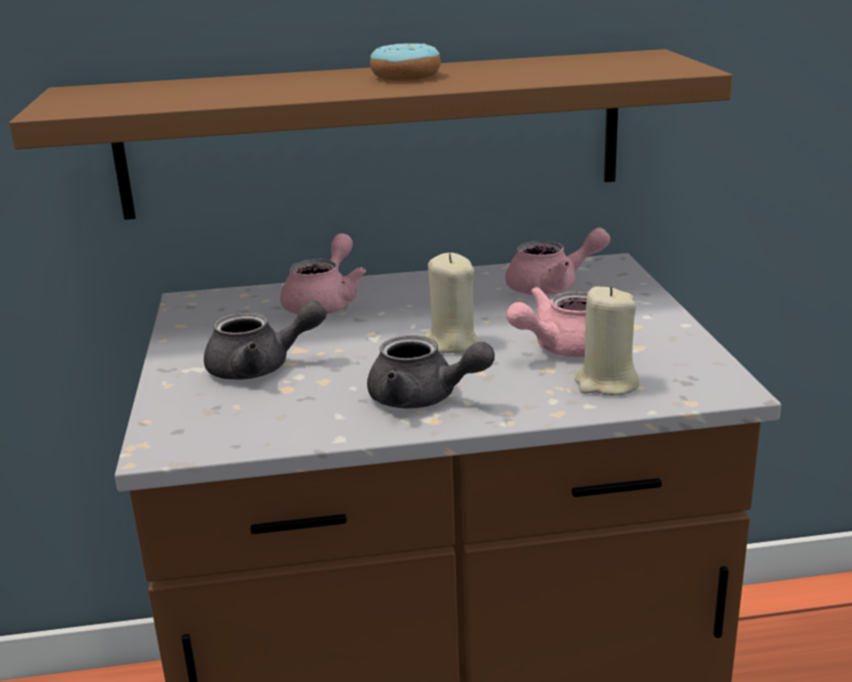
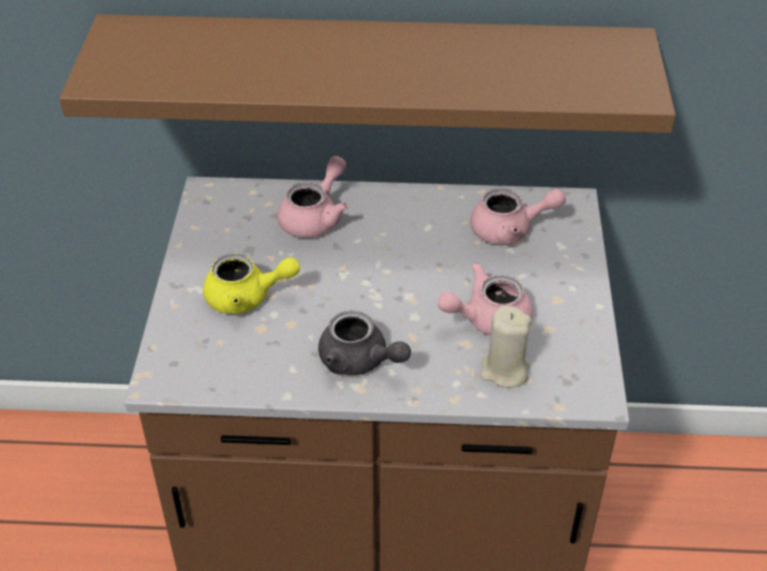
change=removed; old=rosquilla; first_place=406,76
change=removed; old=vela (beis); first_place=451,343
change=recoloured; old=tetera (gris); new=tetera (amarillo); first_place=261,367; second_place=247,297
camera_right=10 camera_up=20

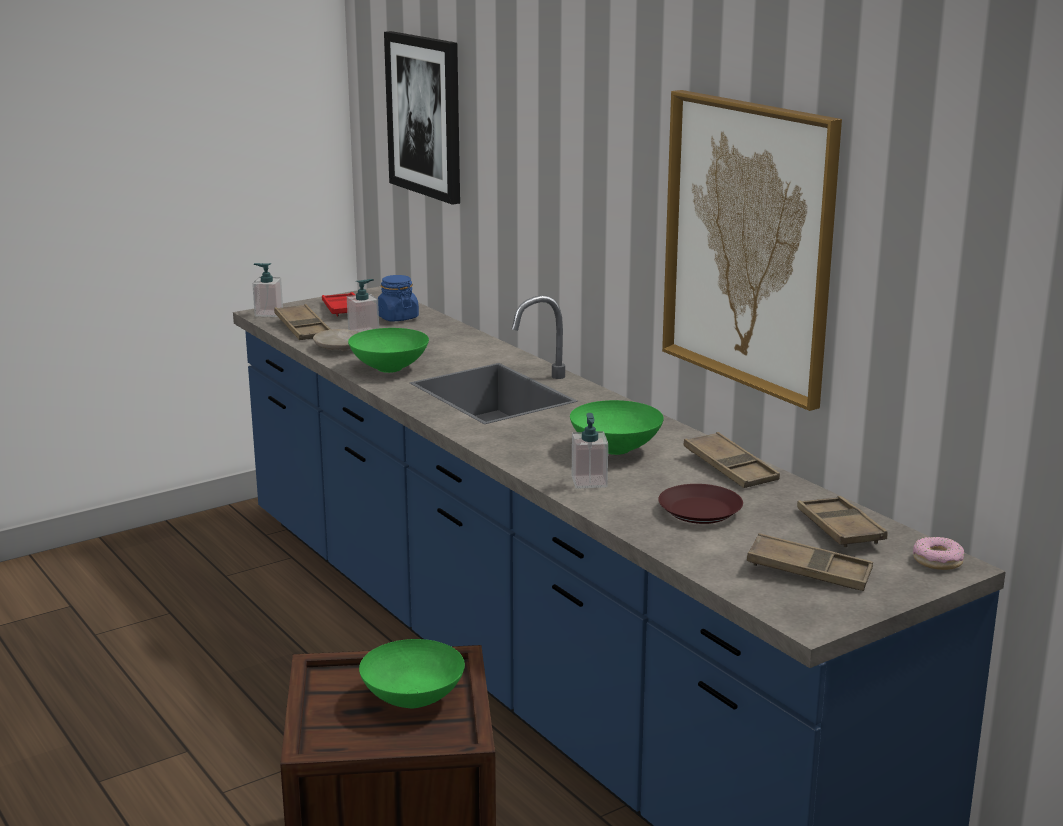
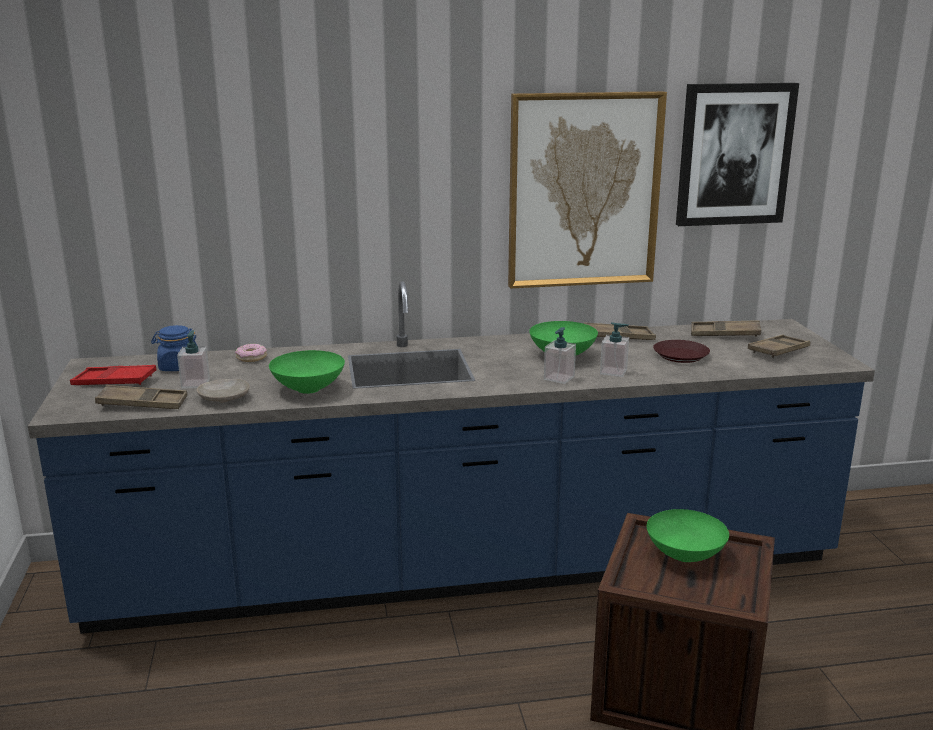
change=moved; old=dispensador de jabón; first_place=268,313; second_place=559,378
change=moved; old=cuadro; first_place=425,116; second_place=734,154
change=moved; old=rosquilla; first_place=937,561; second_place=251,357
camera_right=-65 camera_up=0

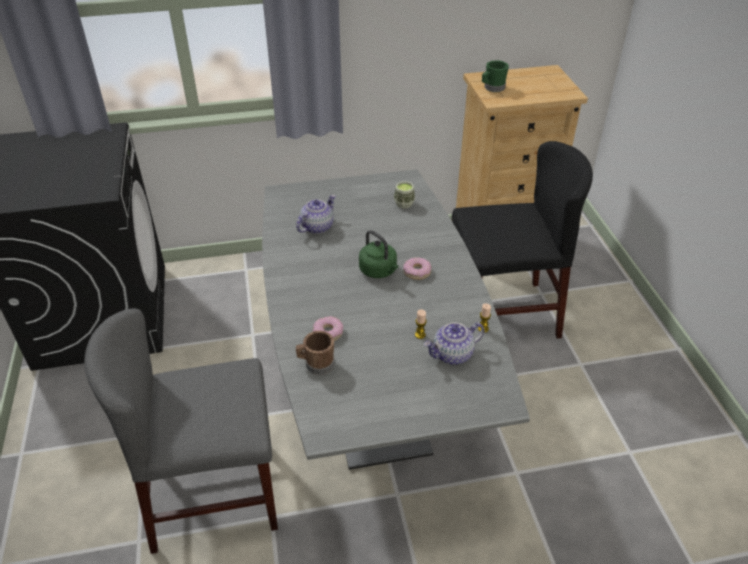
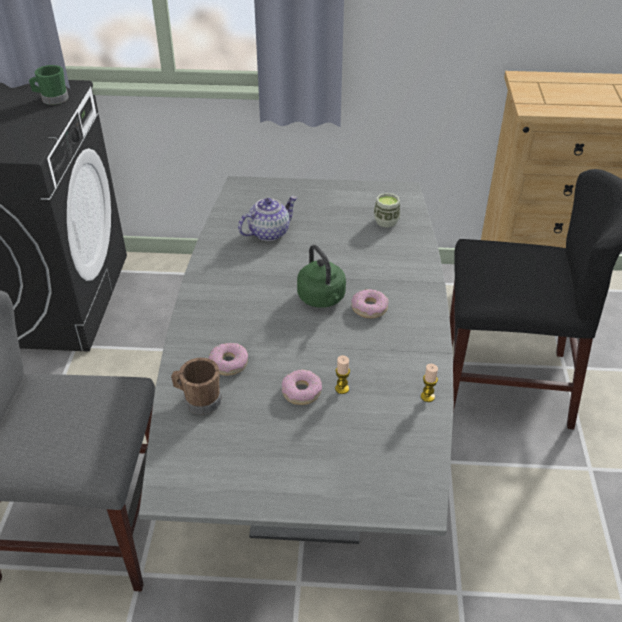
change=removed; old=tetera; first_place=452,355
change=added; new=rosquilla; second_place=301,391
change=moved; old=taza grande (verde); first_place=492,88; second_place=52,99
camera_right=15 camera_up=0

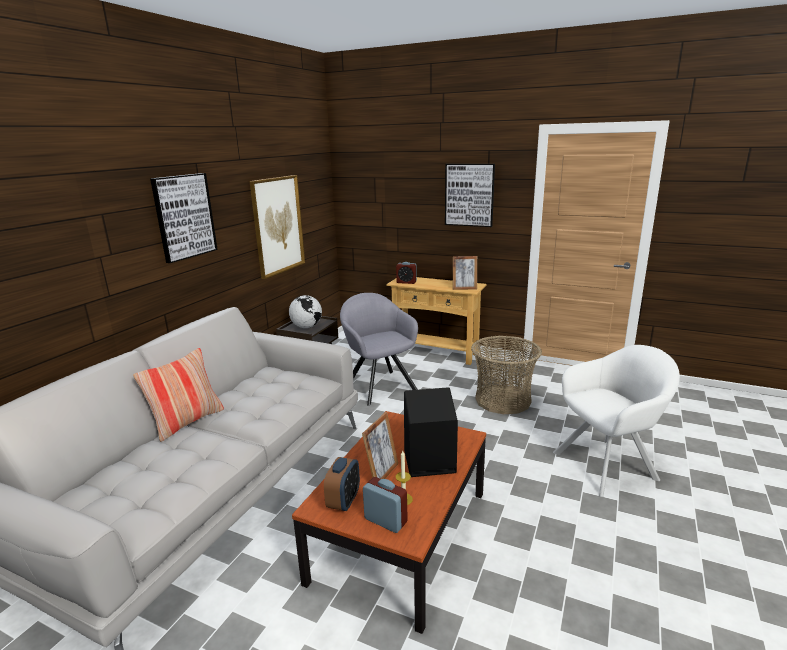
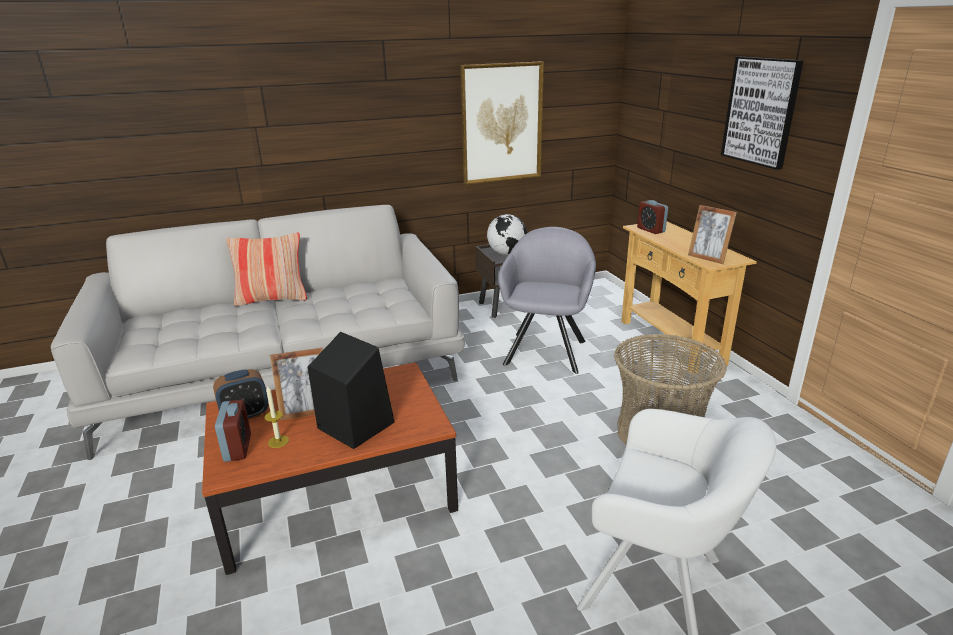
change=removed; old=cuadro; first_place=184,216
camera_right=45 camera_up=5

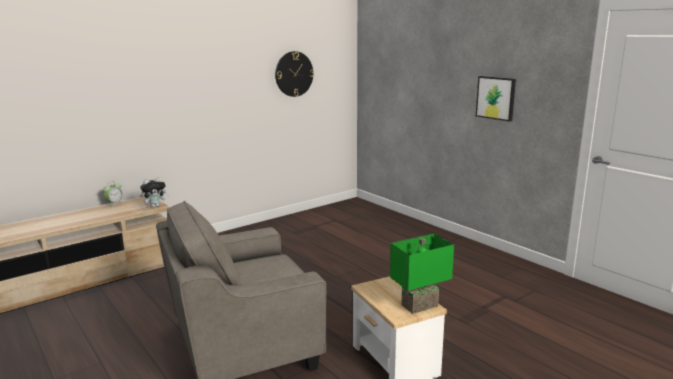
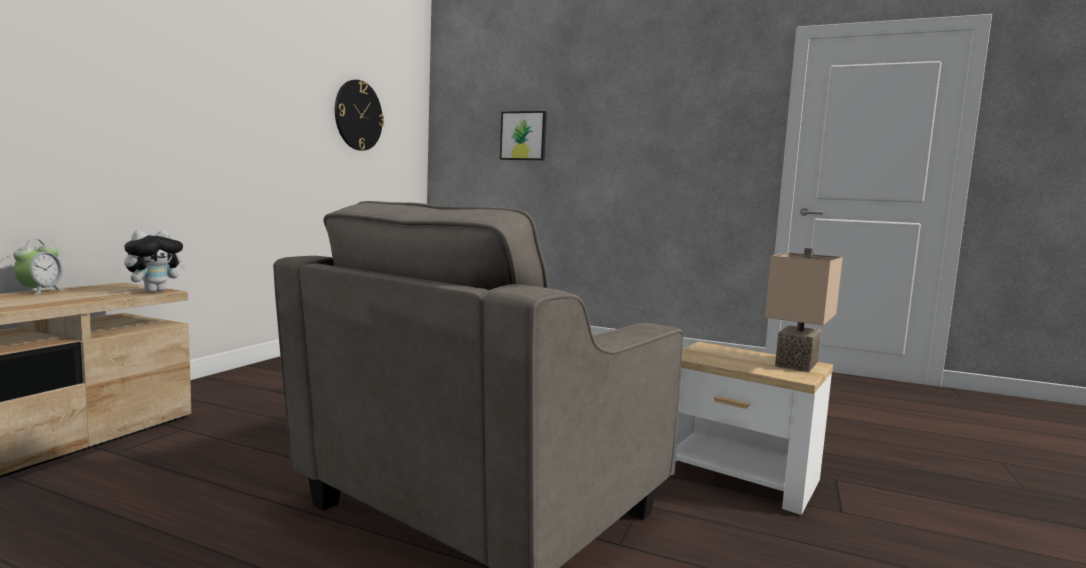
change=moved; old=cuadro; first_place=496,98; second_place=523,136
change=recoloured; old=lámpara de mesa (verde); new=lámpara de mesa (beis); first_place=419,305; second_place=793,363
camera_right=-30 camera_up=-10

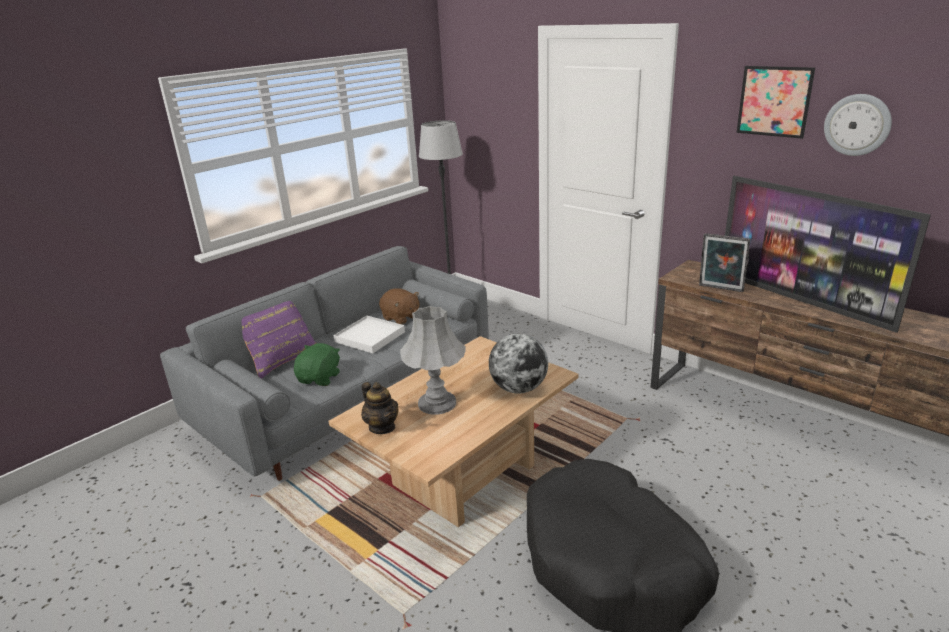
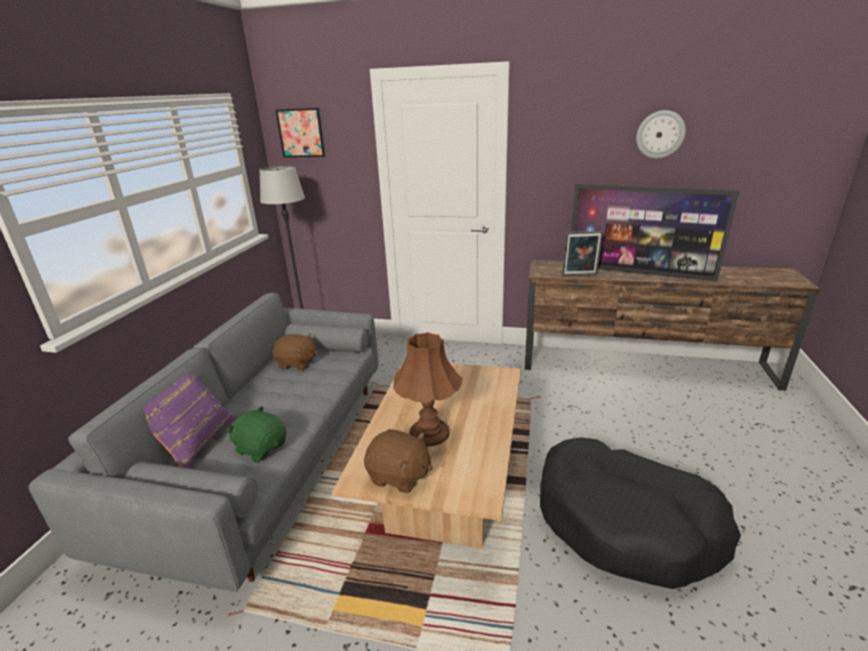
change=removed; old=bandeja (blanco); first_place=369,337
change=removed; old=globo terráqueo; first_place=518,388
change=moved; old=cuadro; first_place=774,101; second_place=301,133
change=replaced; old=tetera; new=peluche (marrón); first_place=382,427; second_place=399,476
change=recoloured; old=lámpara de mesa (gris); new=lámpara de mesa (marrón); first_place=437,403; second_place=430,433
change=turned; old=peluche (verde); first_place=320,378; second_place=261,448; degrees=-45
camera_right=-30 camera_up=0

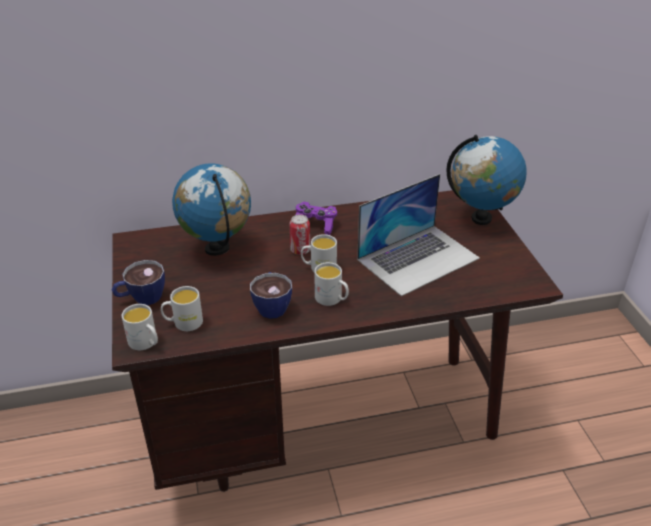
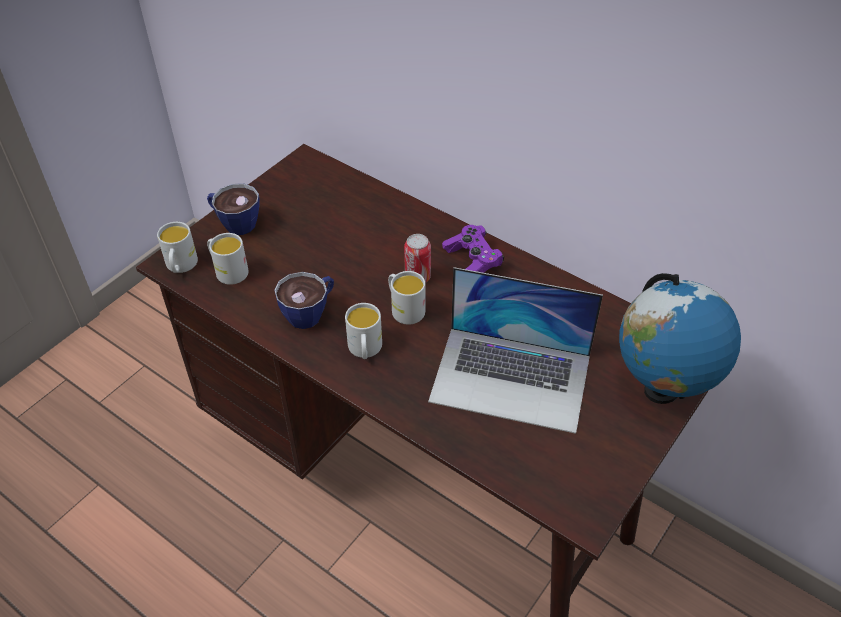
change=removed; old=globo terráqueo; first_place=217,249
camera_right=50 camera_up=10

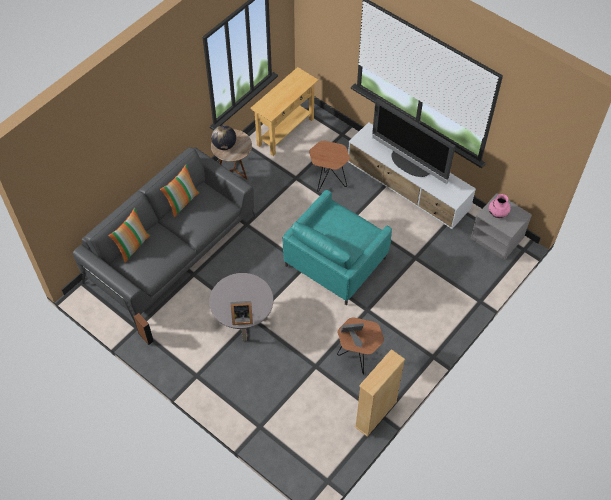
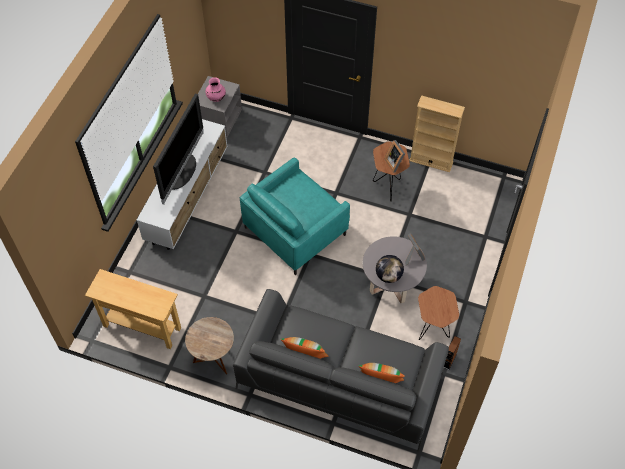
change=moved; old=globo terráqueo; first_place=224,145; second_place=388,276
change=moved; old=mesa auxiliar (marrón); first_place=328,183; second_place=432,331
change=turned; old=sillón (turquesa); first_place=335,262; second_place=295,231; degrees=120
camera_right=-110 camera_up=0

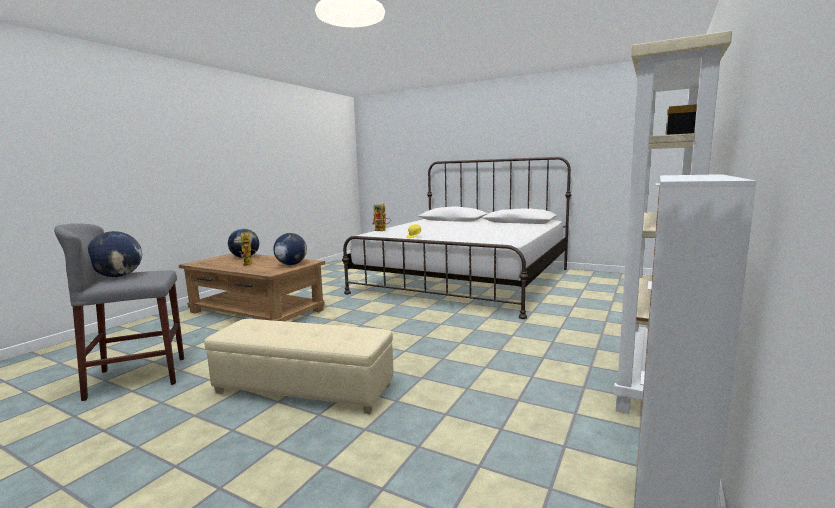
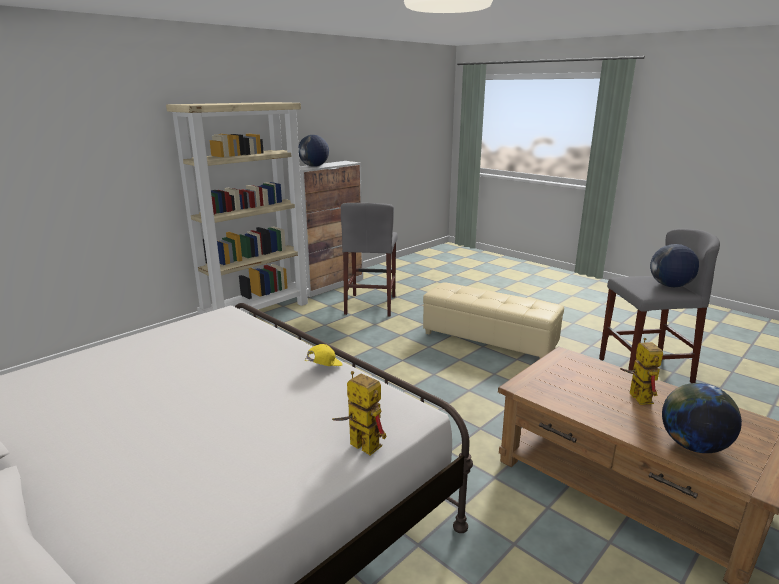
change=added; new=taburete (gris); second_place=370,305
change=moved; old=globo terráqueo; first_place=291,264; second_place=314,166
camera_right=-165 camera_up=10

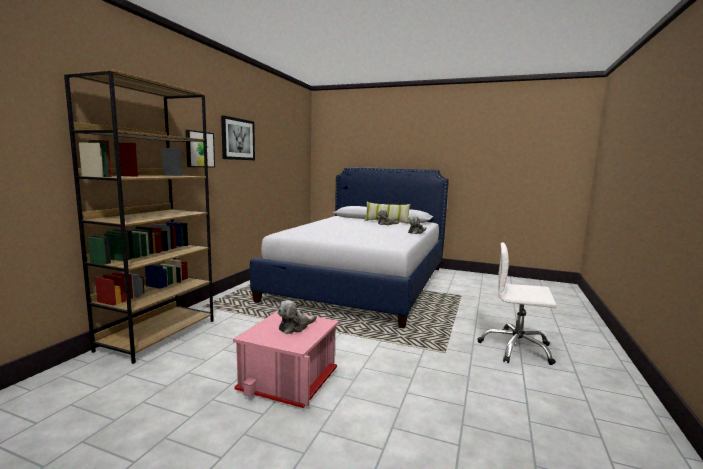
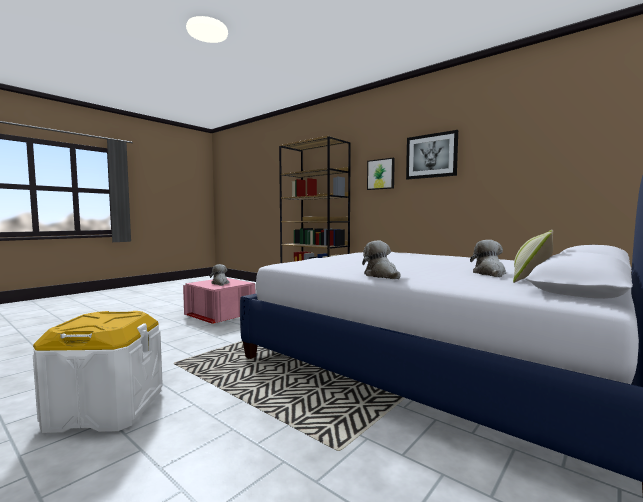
change=replaced; old=silla de oficina (blanco); new=caja de almacenaje (blanco); first_place=516,348; second_place=106,409
camera_right=110 camera_up=-5

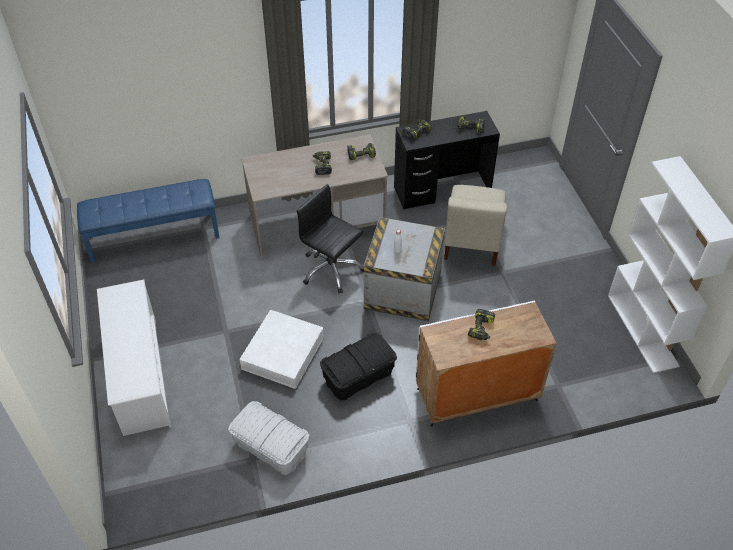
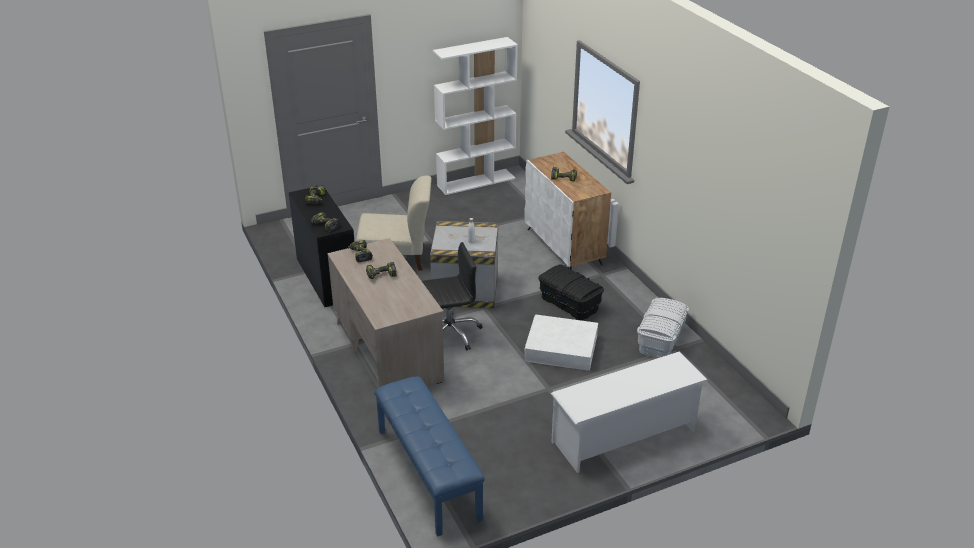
change=turned; old=silla de oficina (negro); first_place=331,269; second_place=450,333; degrees=-135
camera_right=-100 camera_up=-15

